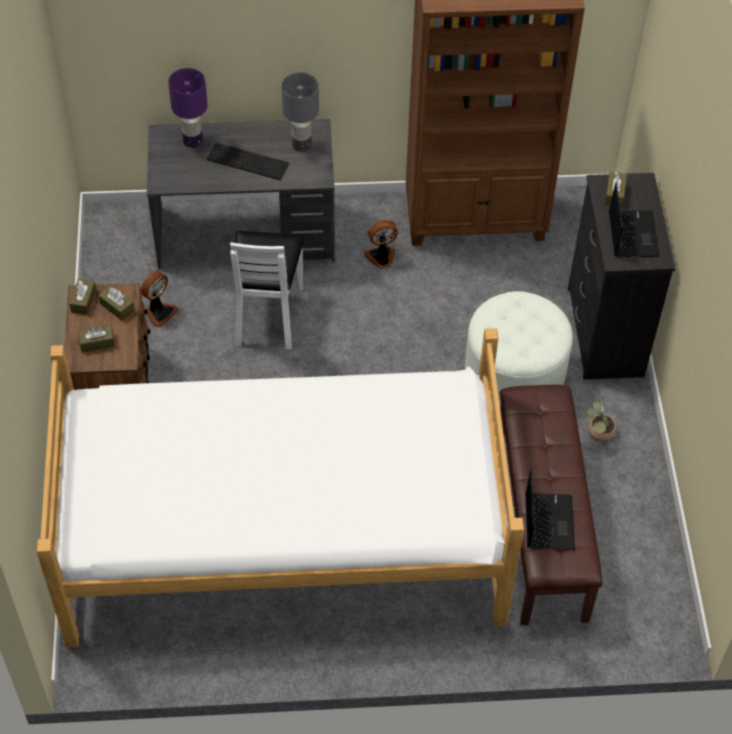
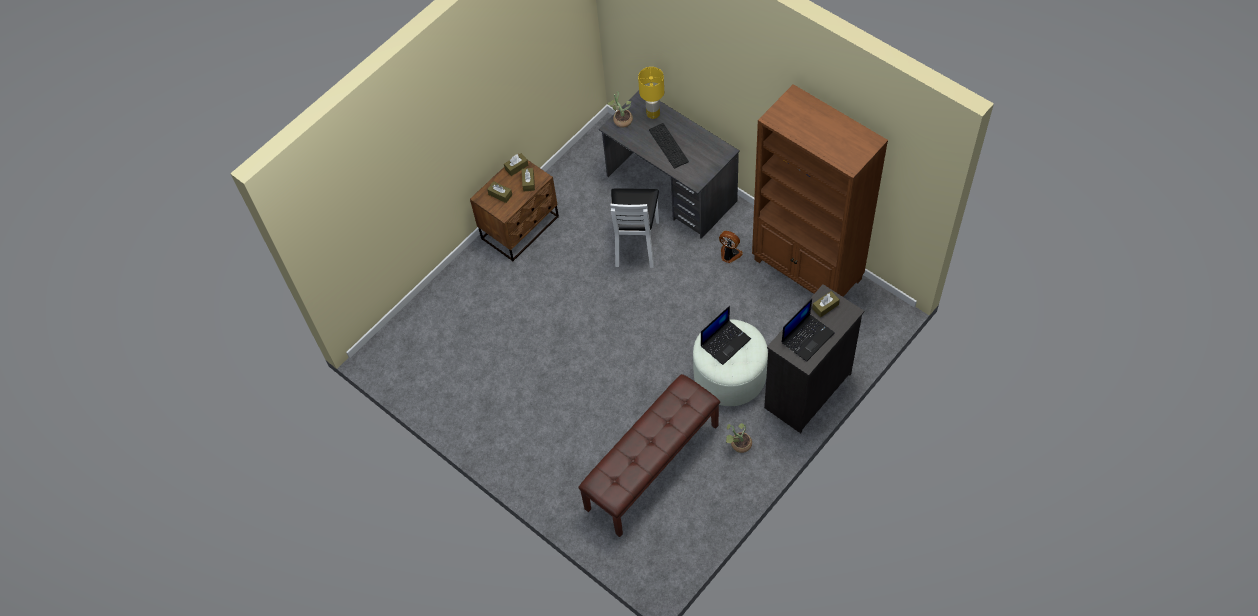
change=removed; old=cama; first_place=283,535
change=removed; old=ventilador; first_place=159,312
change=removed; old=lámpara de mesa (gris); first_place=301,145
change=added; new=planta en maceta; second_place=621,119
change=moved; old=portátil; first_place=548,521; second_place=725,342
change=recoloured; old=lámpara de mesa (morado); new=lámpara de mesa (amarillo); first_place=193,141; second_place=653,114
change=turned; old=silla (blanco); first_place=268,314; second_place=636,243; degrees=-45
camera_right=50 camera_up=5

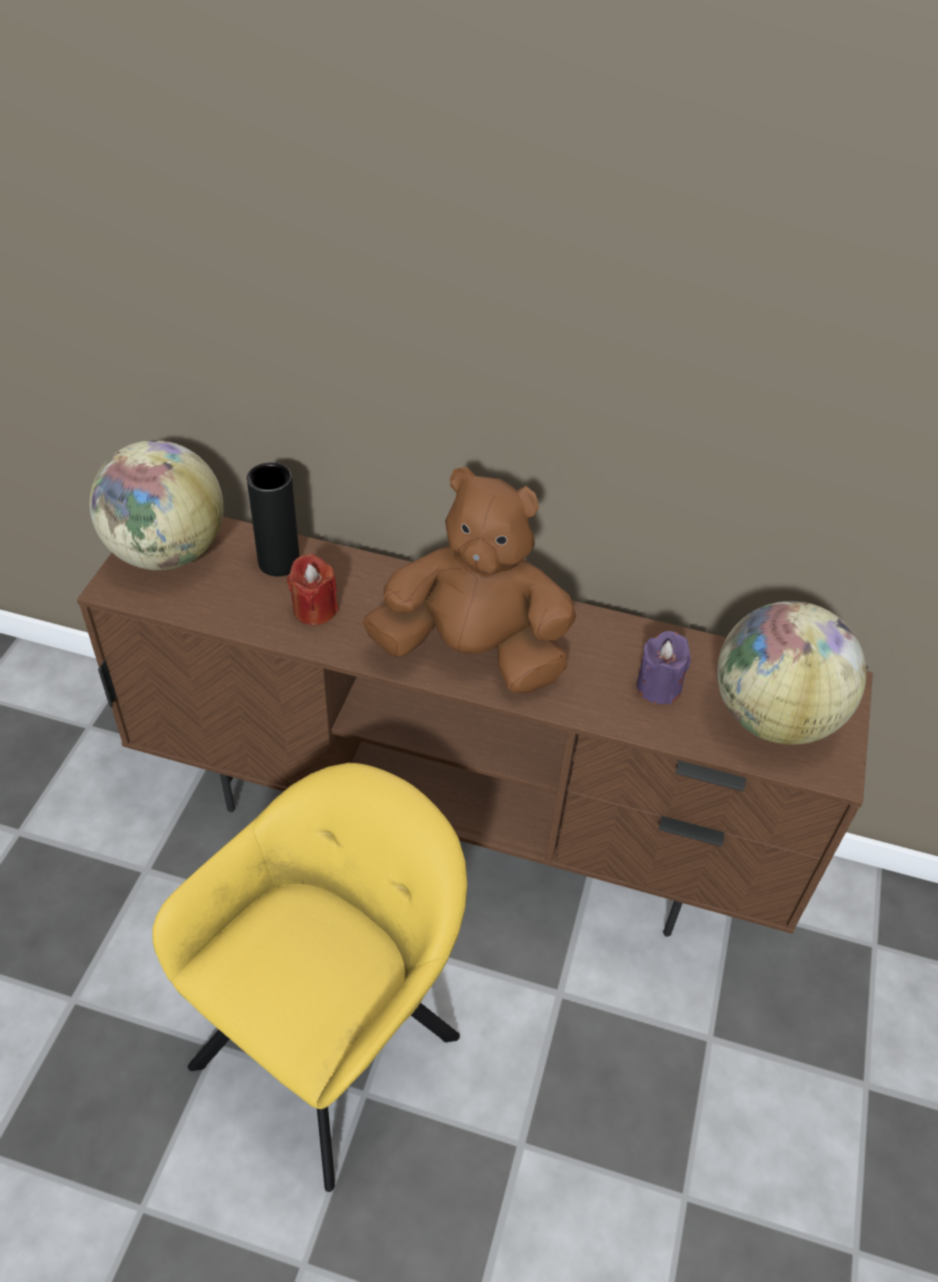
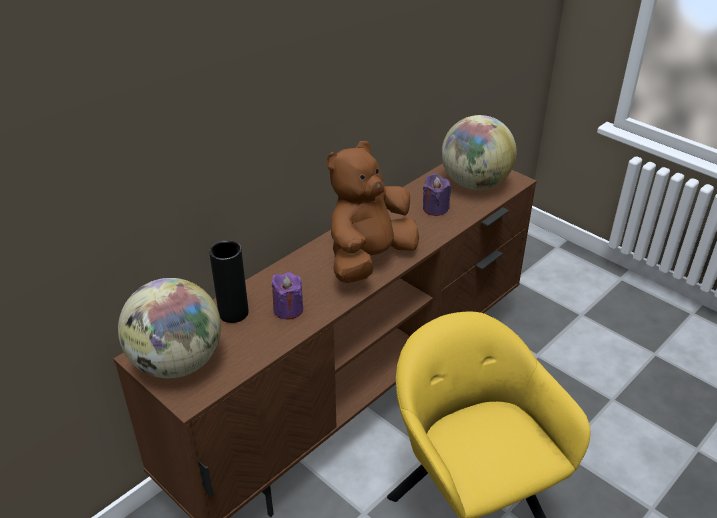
change=recoloured; old=vela (rojo); new=vela (morado); first_place=314,610; second_place=288,309
camera_right=-60 camera_up=-10

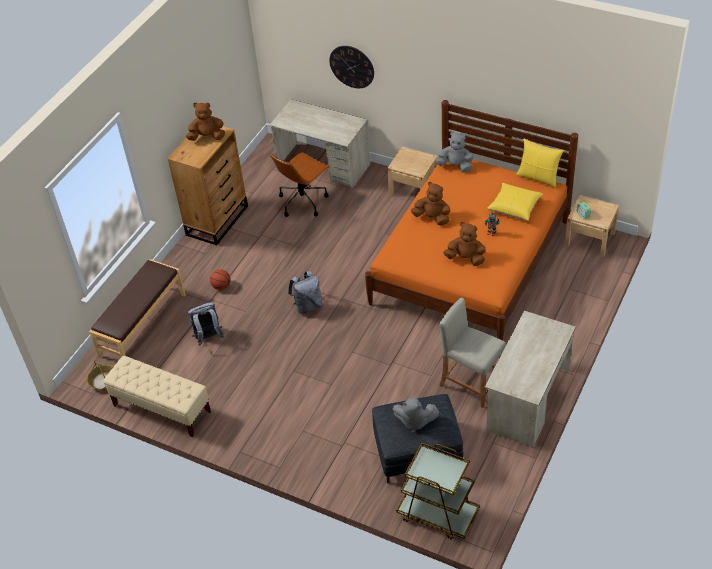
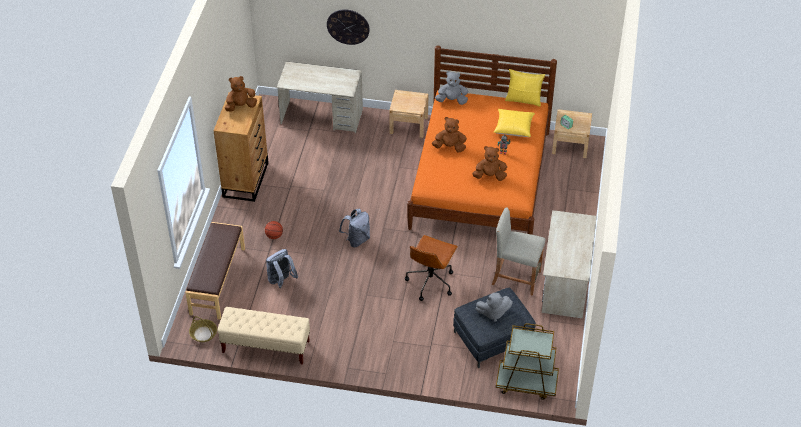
change=moved; old=silla de oficina (marrón); first_place=303,201; second_place=430,281
camera_right=-20 camera_up=0

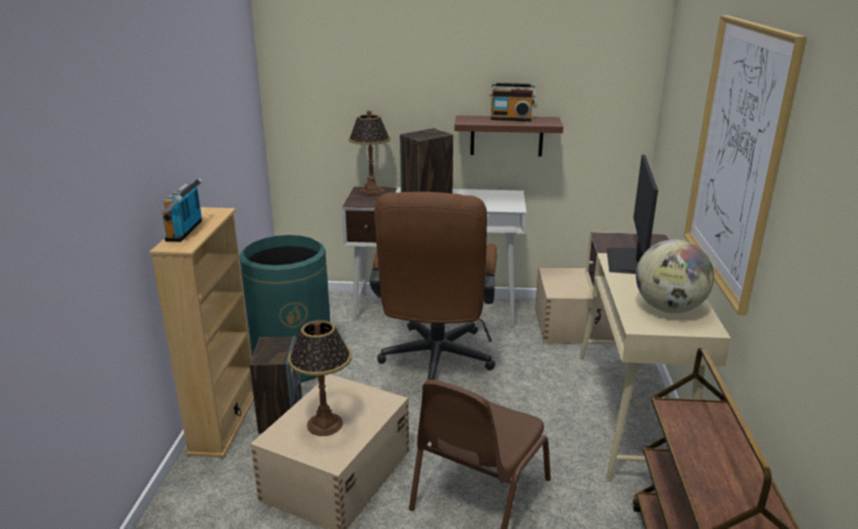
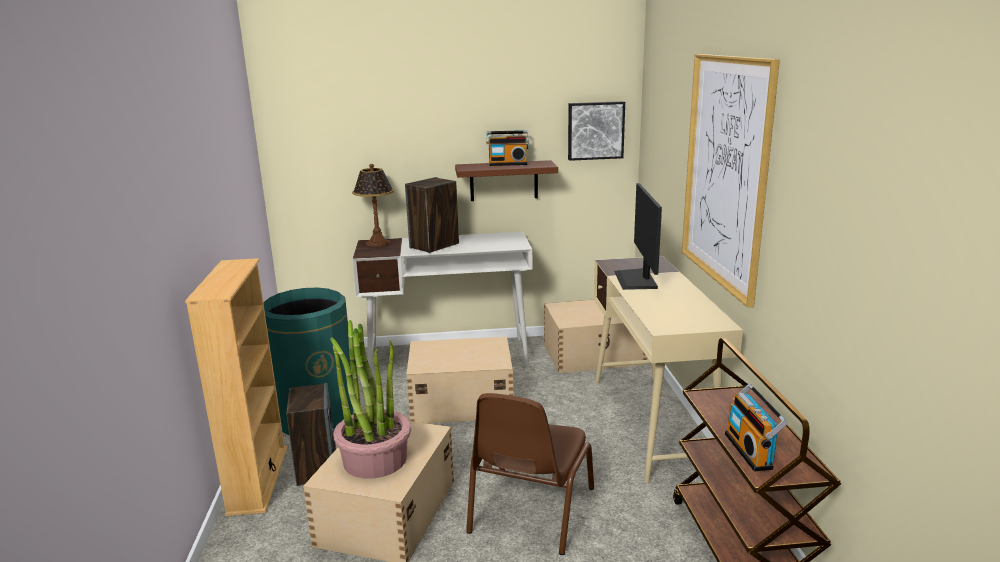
change=removed; old=globo terráqueo; first_place=668,308
change=added; new=cuadro; second_place=595,130
change=moved; old=radio; first_place=187,231; second_place=751,451
change=replaced; old=lámpara de mesa; new=planta en maceta; first_place=324,424; second_place=374,459
change=replaced; old=silla de oficina (marrón); new=caja de almacenaje (beis); first_place=435,362; second_place=460,401
camera_right=-10 camera_up=-5

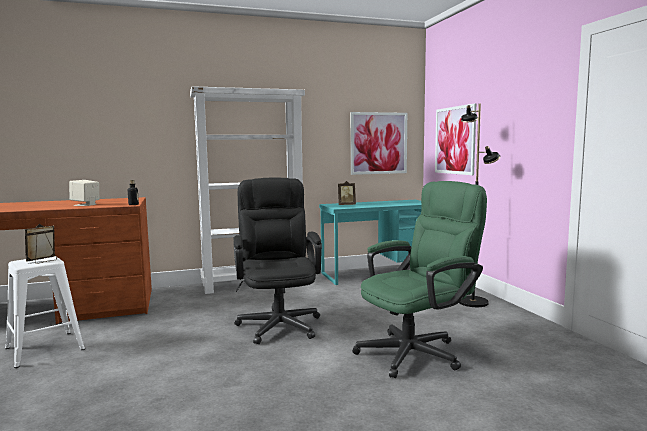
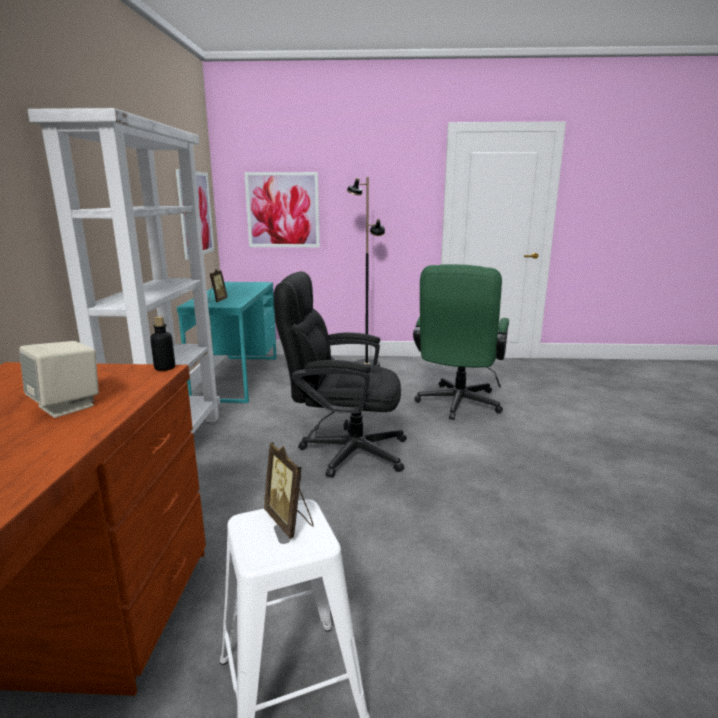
change=turned; old=silla de oficina (verde); first_place=417,351; second_place=457,405; degrees=-150
camera_right=-70 camera_up=10

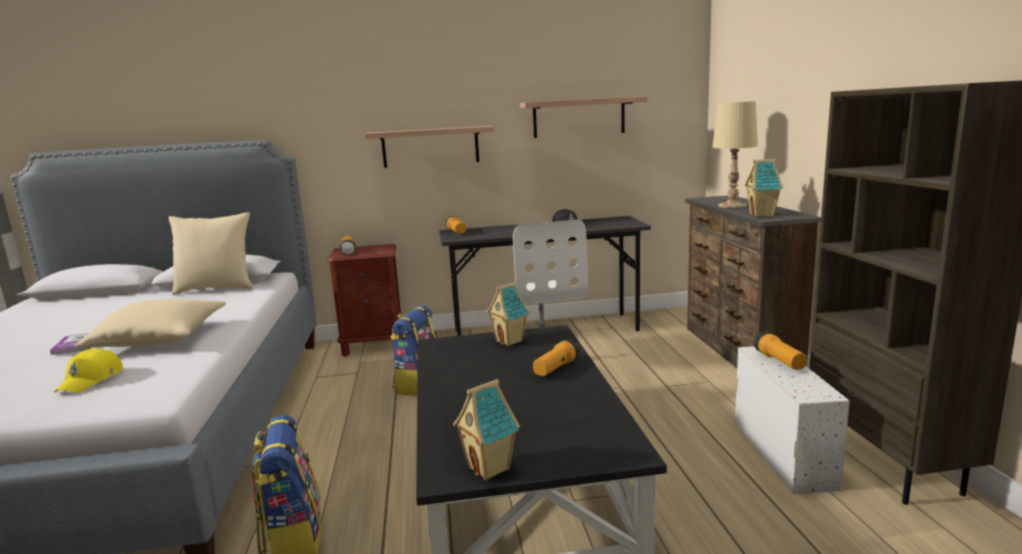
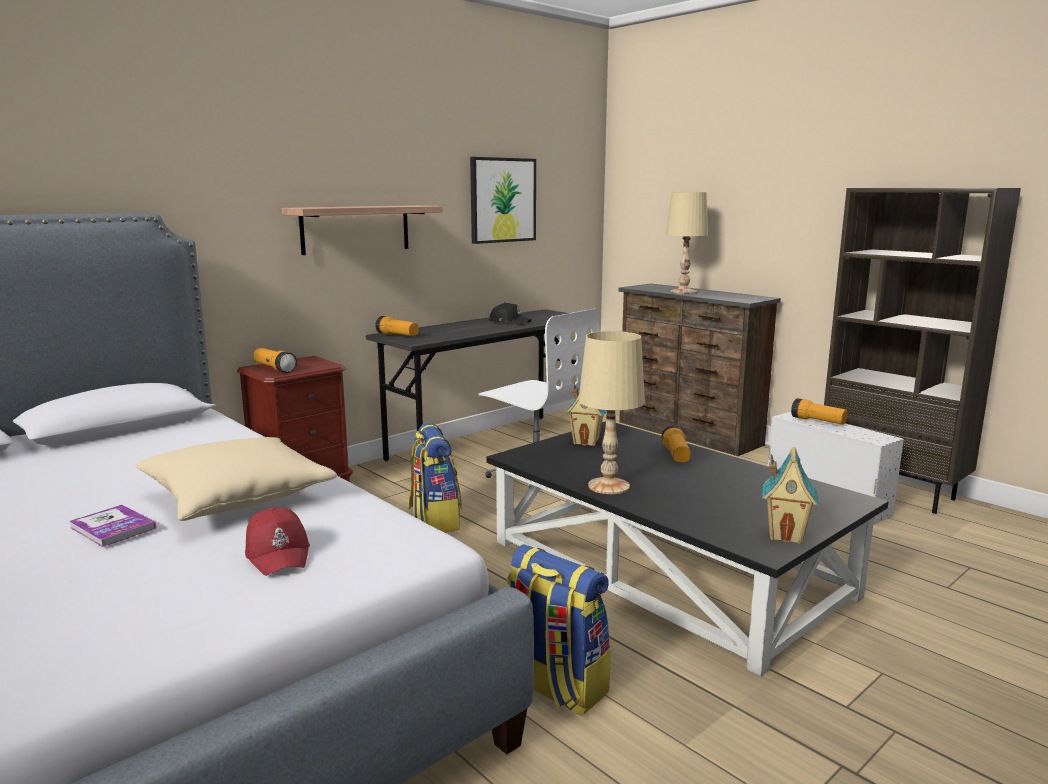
change=removed; old=cojín (beis); first_place=217,289
change=removed; old=casita; first_place=762,214
change=added; new=lámpara de mesa (beis); second_place=609,486
change=replaced; old=estante; new=cuadro; first_place=579,117; second_place=502,200
change=recoloured; old=gorra (amarillo); new=gorra (rojo); first_place=91,380; second_place=278,553
camera_right=-35 camera_up=0

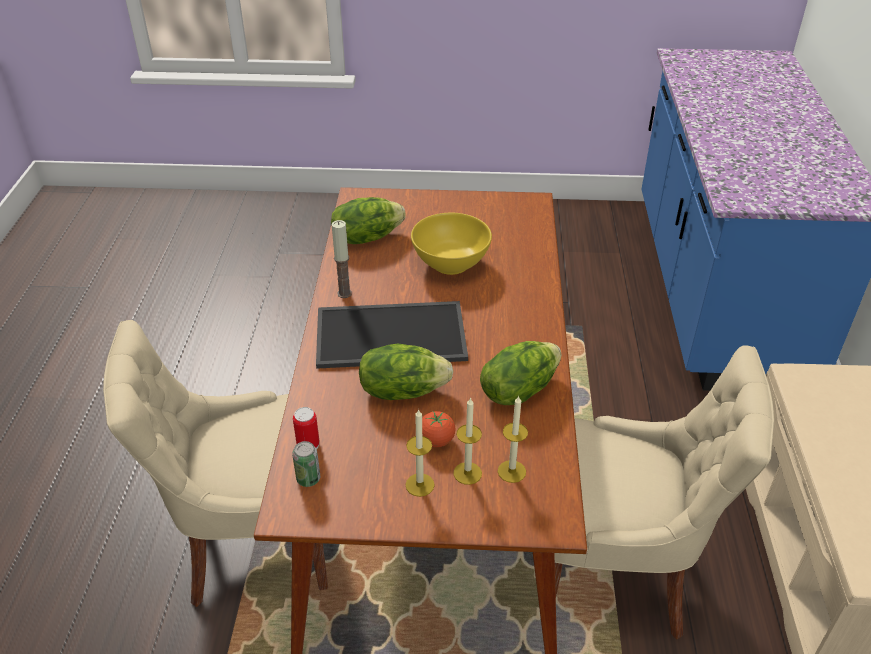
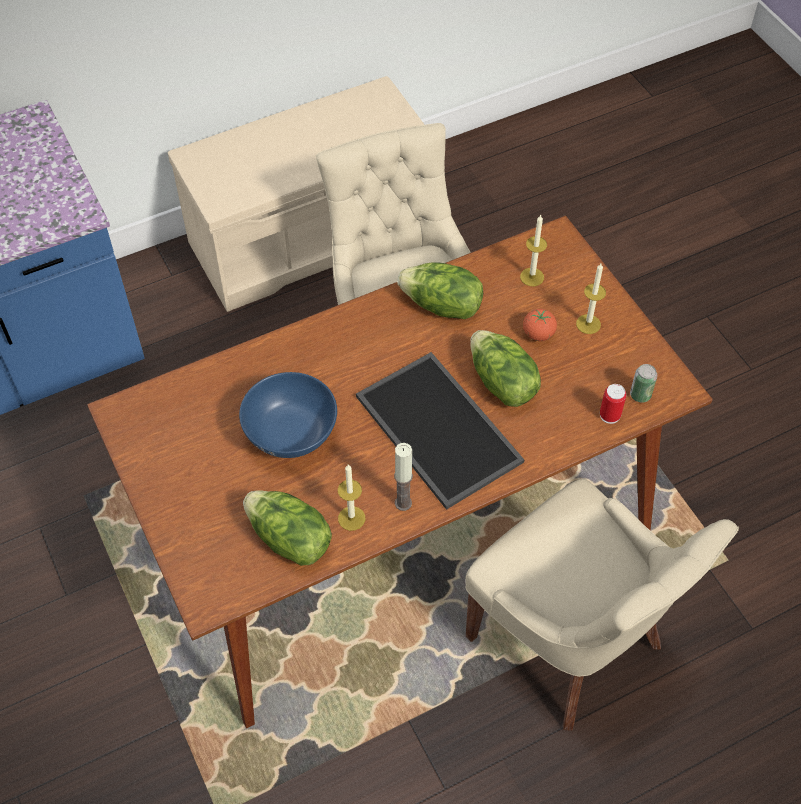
change=moved; old=vela; first_place=467,473; second_place=351,518
change=recoloured; old=cuenco (amarillo); new=cuenco (azul); first_place=451,264; second_place=291,434
camera_right=-120 camera_up=15

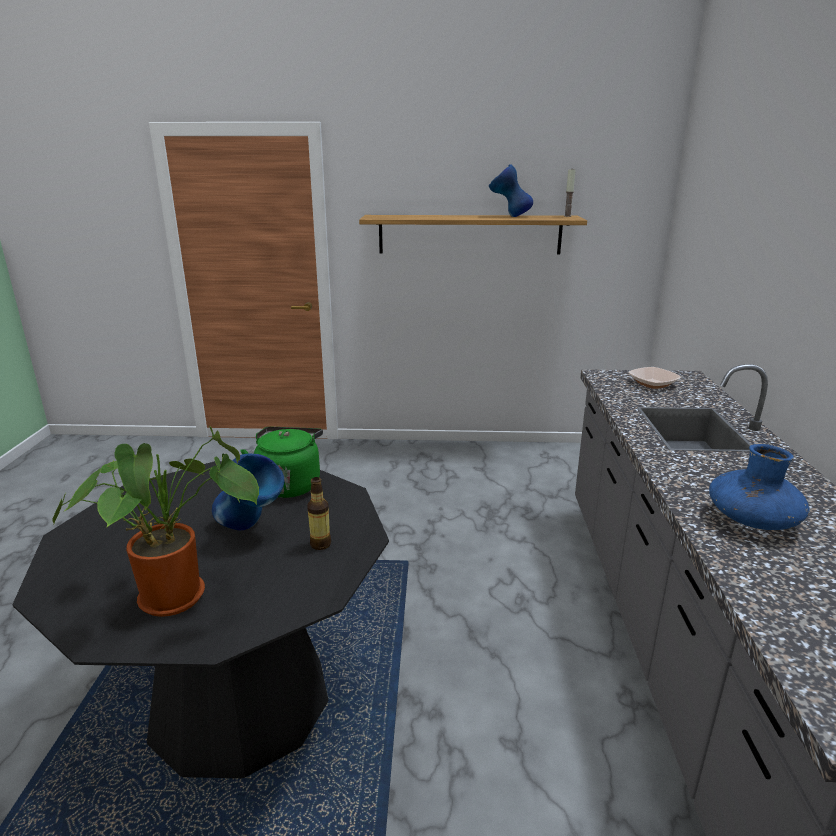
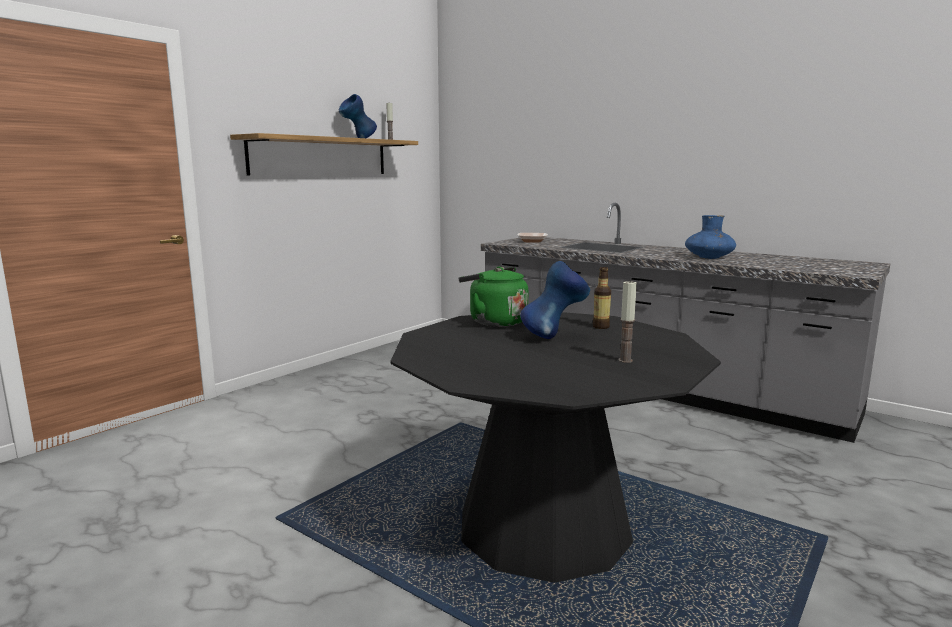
change=replaced; old=planta en maceta; new=vela; first_place=180,595; second_place=625,360
camera_right=-55 camera_up=-10

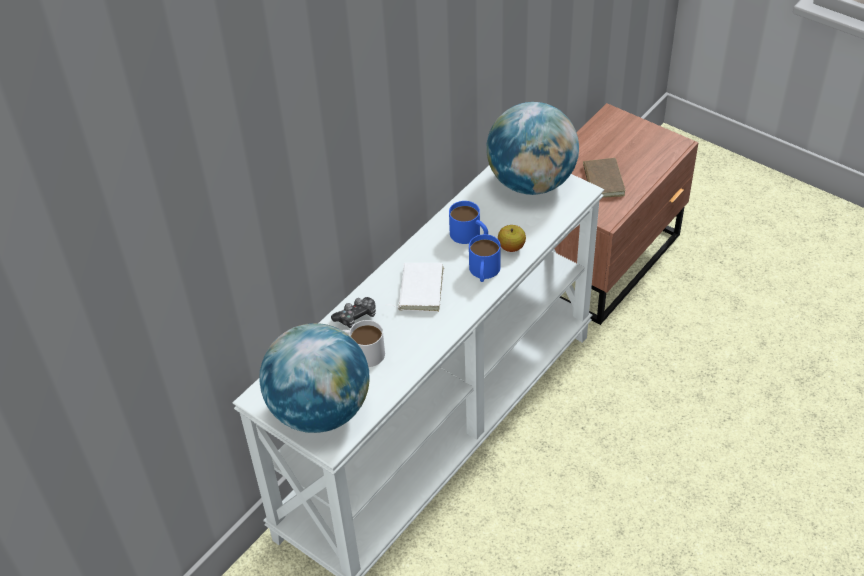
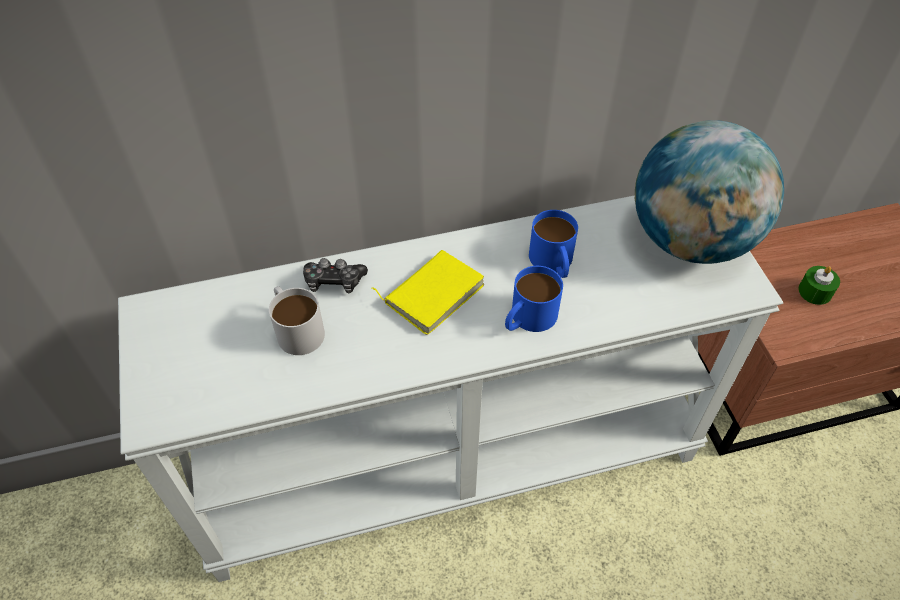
change=removed; old=globo terráqueo; first_place=320,410
change=removed; old=manzana; first_place=511,247
change=replaced; old=libro (marrón); new=vela (verde); first_place=601,181; second_place=815,291
change=recoloured; old=libro (blanco); new=libro (amarillo); first_place=419,289; second_place=432,292
camera_right=35 camera_up=5

